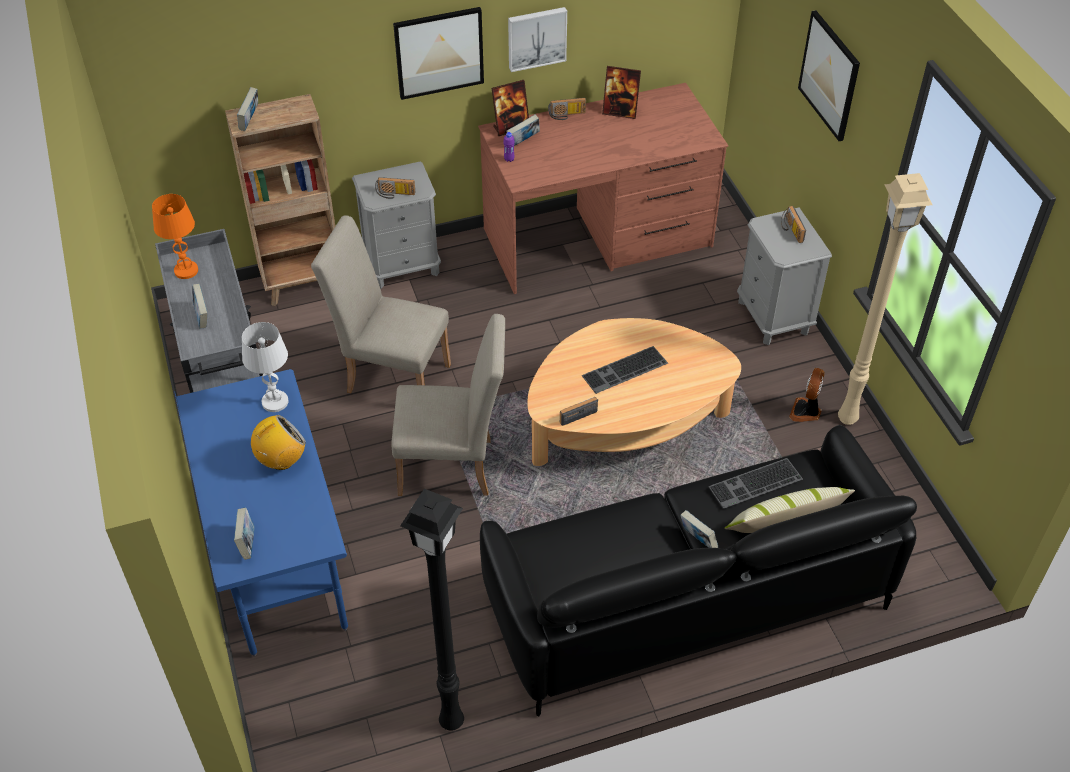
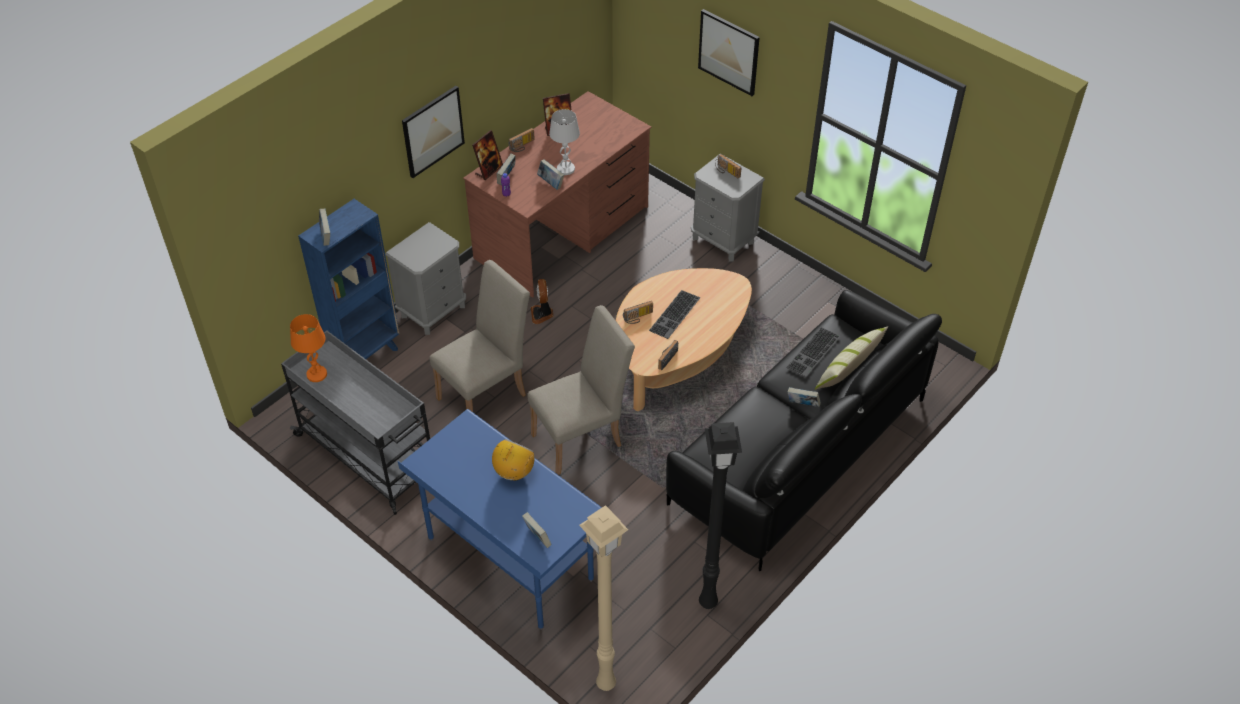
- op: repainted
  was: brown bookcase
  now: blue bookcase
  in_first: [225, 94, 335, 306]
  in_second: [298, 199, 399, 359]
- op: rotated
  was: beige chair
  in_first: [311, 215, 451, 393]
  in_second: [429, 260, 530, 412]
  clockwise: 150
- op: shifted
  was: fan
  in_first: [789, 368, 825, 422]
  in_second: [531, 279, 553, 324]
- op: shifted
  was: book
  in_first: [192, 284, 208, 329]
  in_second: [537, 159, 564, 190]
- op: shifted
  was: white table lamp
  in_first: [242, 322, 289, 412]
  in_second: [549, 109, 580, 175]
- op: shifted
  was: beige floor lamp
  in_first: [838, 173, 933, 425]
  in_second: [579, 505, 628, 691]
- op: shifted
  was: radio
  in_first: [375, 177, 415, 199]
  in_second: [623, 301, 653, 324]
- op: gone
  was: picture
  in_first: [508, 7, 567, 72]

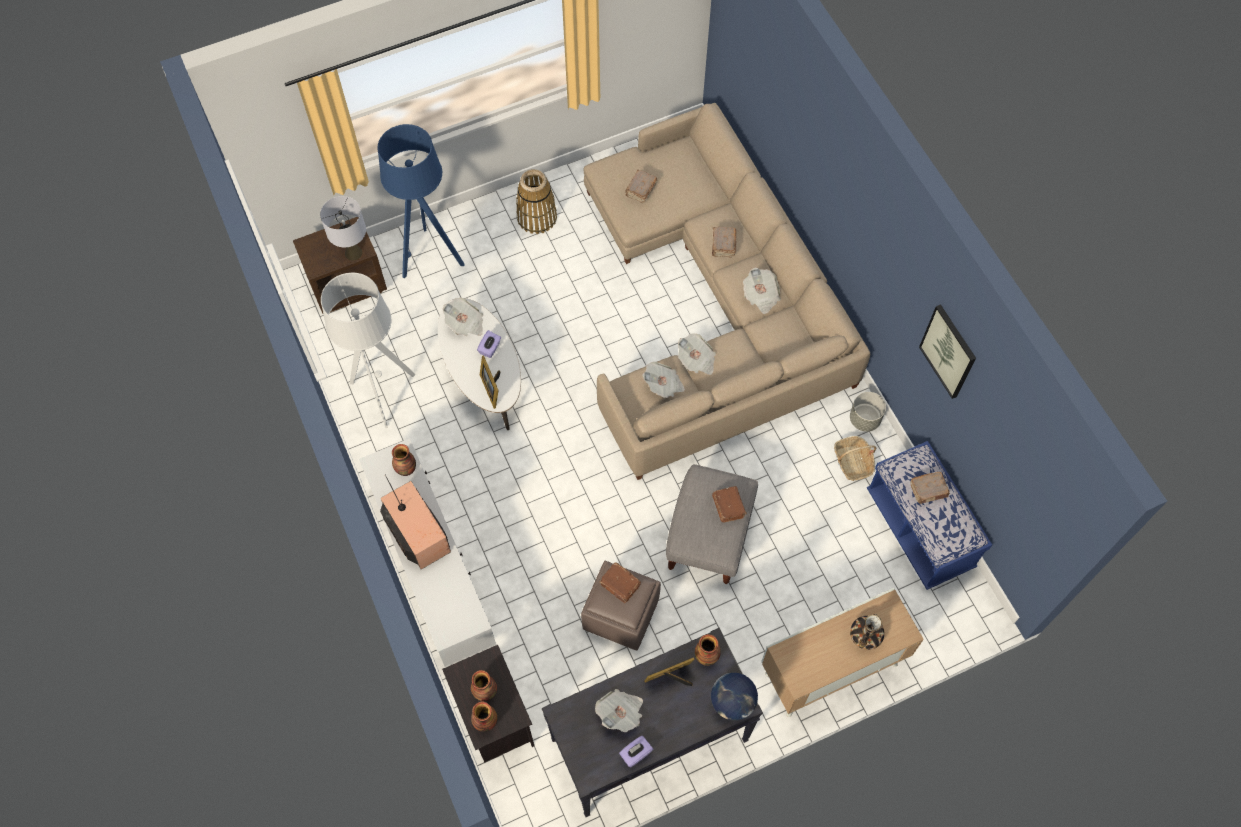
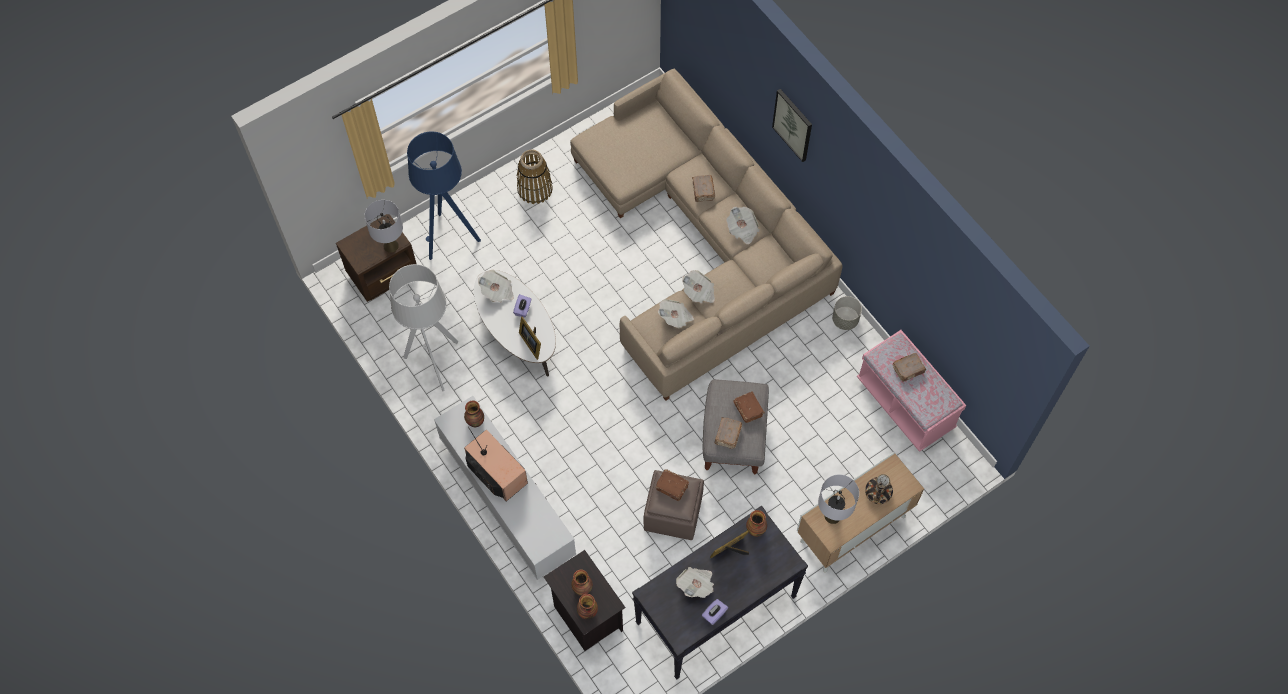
- op: shifted
  was: brown book
  in_first: [625, 170, 657, 203]
  in_second: [714, 417, 742, 449]
- op: shifted
  was: picture
  in_first: [919, 304, 976, 399]
  in_second: [772, 89, 812, 162]
- op: new
  now: grey table lamp
  in_second: [818, 474, 859, 524]
- op: repainted
  was: blue bench
  now: pink bench
  in_first: [867, 441, 992, 590]
  in_second: [857, 330, 966, 452]
- op: gone
  was: globe
  in_first: [711, 673, 758, 720]
- op: gone
  was: basket
  in_first: [834, 436, 876, 481]

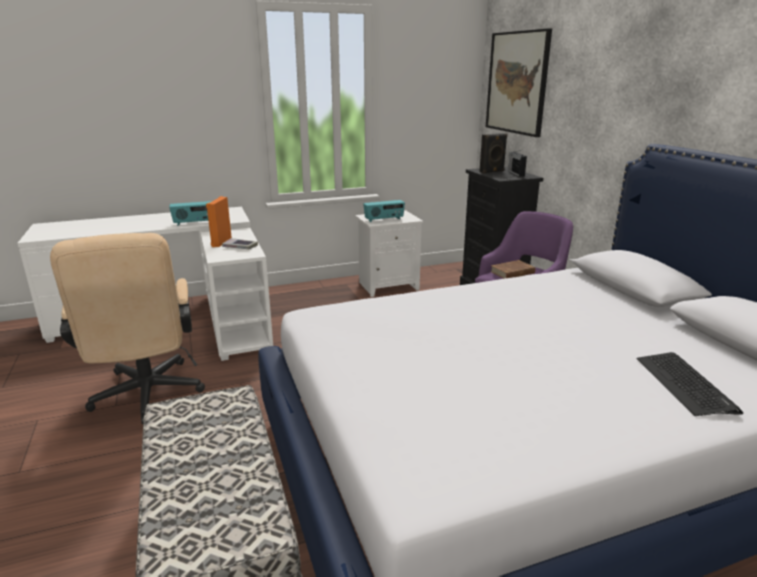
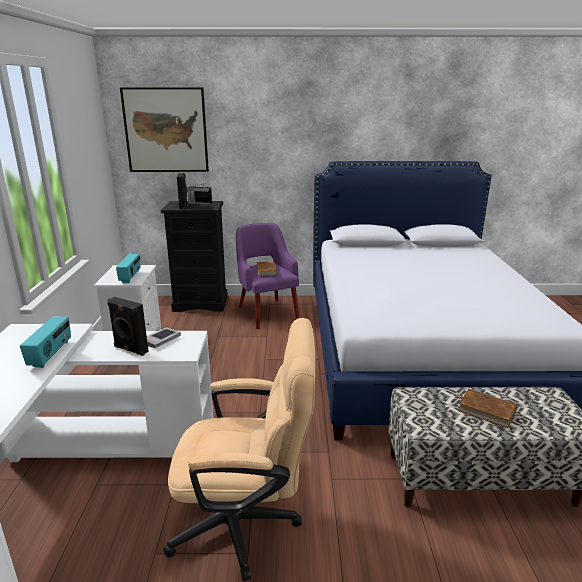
- op: repainted
  was: orange speaker
  now: black speaker
  in_first: [206, 196, 232, 247]
  in_second: [107, 297, 149, 356]
- op: new
  now: brown book
  in_second: [457, 389, 517, 428]
- op: gone
  was: keyboard
  in_first: [637, 352, 743, 416]

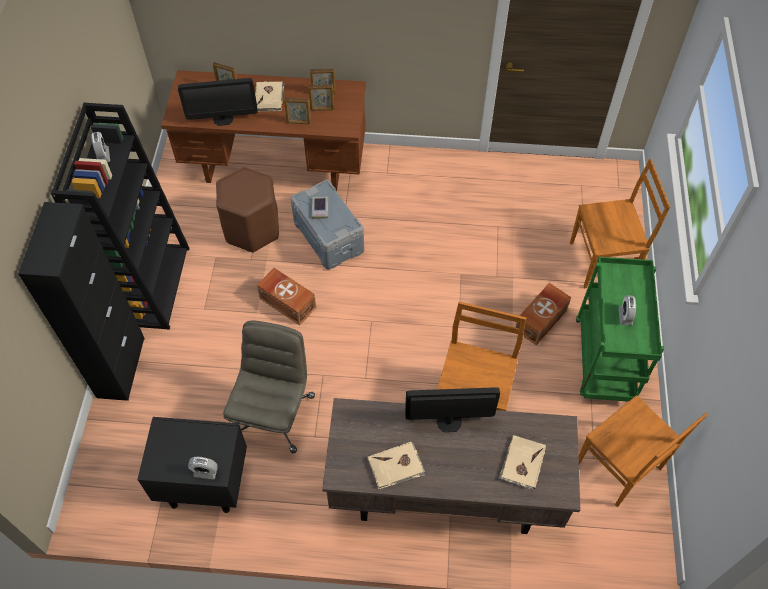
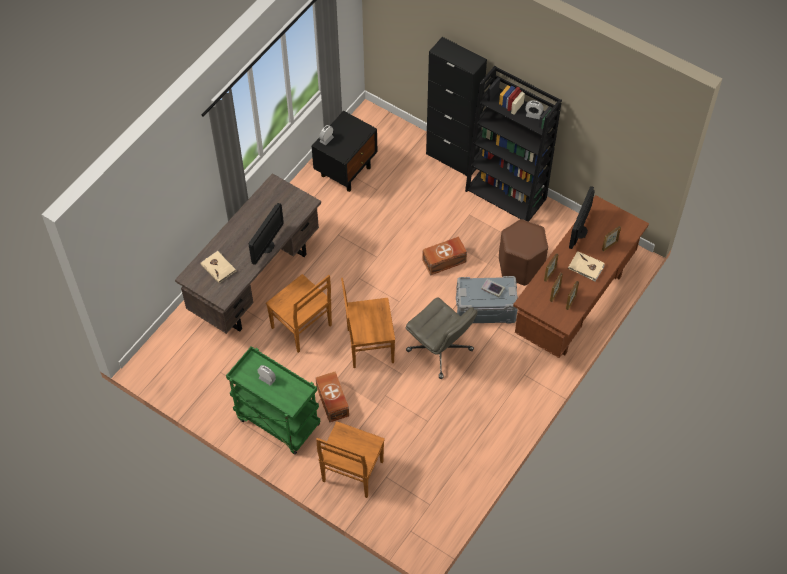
- op: shifted
  was: brown chair
  in_first: [579, 395, 708, 507]
  in_second: [341, 278, 395, 368]
- op: shifted
  was: grey office chair
  in_first: [223, 320, 315, 453]
  in_second: [406, 298, 478, 379]
- op: gone
  was: beige book
  in_first: [367, 442, 425, 489]

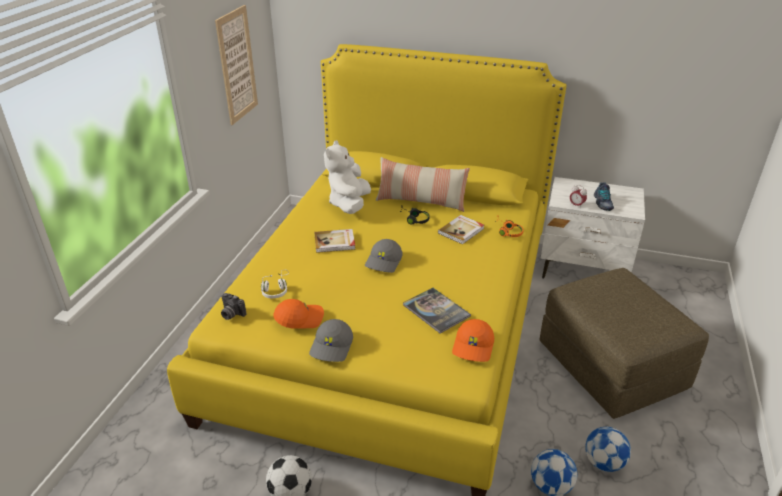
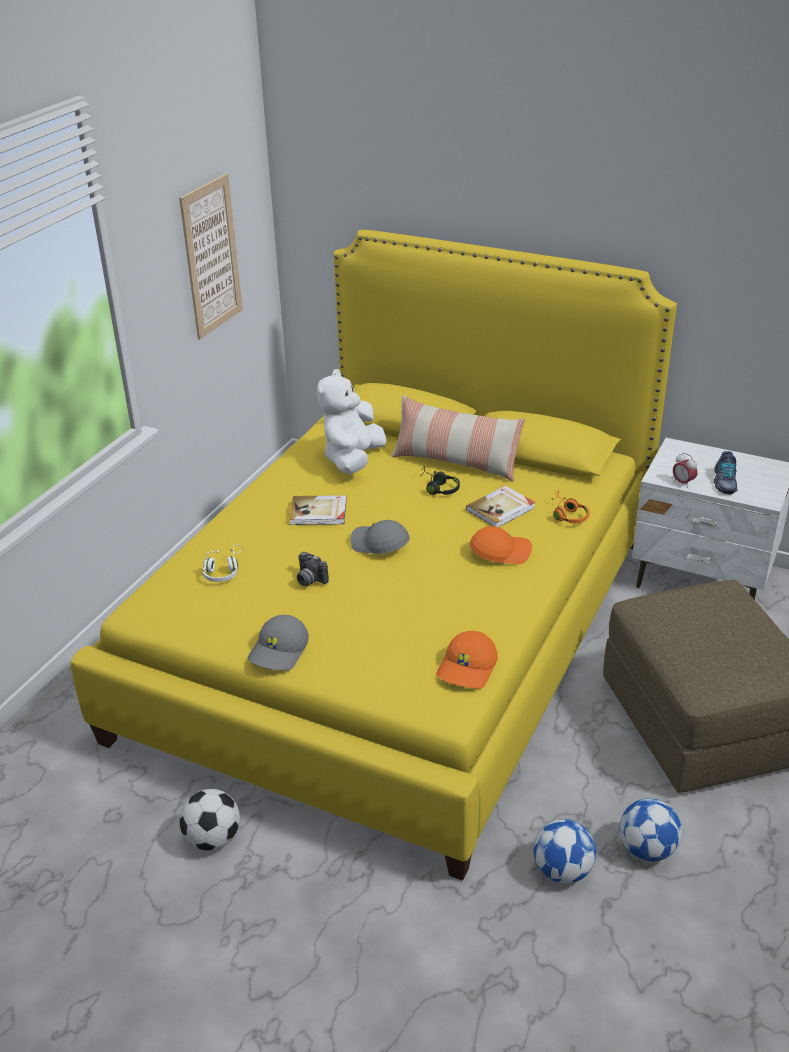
- op: shifted
  was: photo camera
  in_first: [221, 293, 246, 320]
  in_second: [297, 552, 329, 586]
- op: rotated
  was: grey cap
  in_first: [365, 239, 402, 273]
  in_second: [350, 520, 410, 554]
  clockwise: 90
- op: shifted
  was: orange cap
  in_first: [273, 299, 324, 329]
  in_second: [470, 526, 532, 564]
- op: gone
  was: book
  in_first: [403, 288, 471, 334]

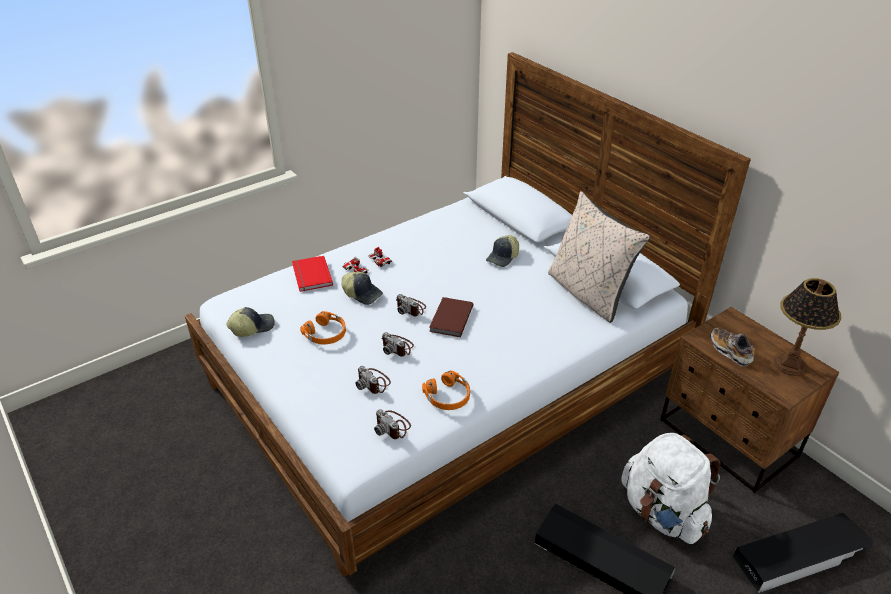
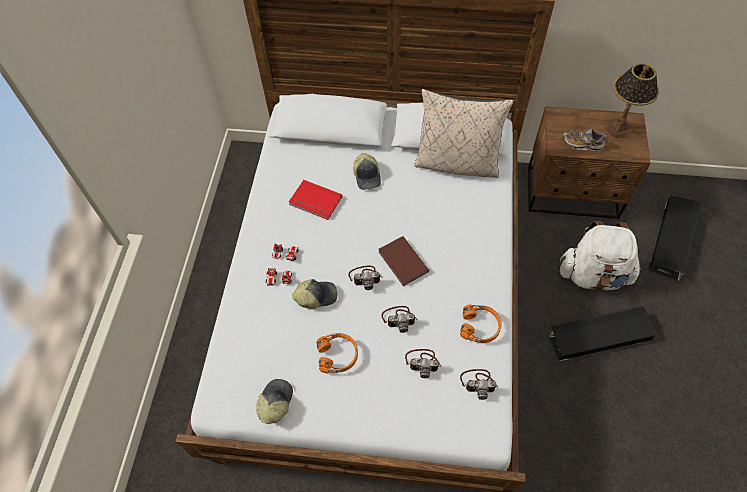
- op: shifted
  was: red book
  in_first: [292, 256, 333, 292]
  in_second: [289, 180, 342, 220]

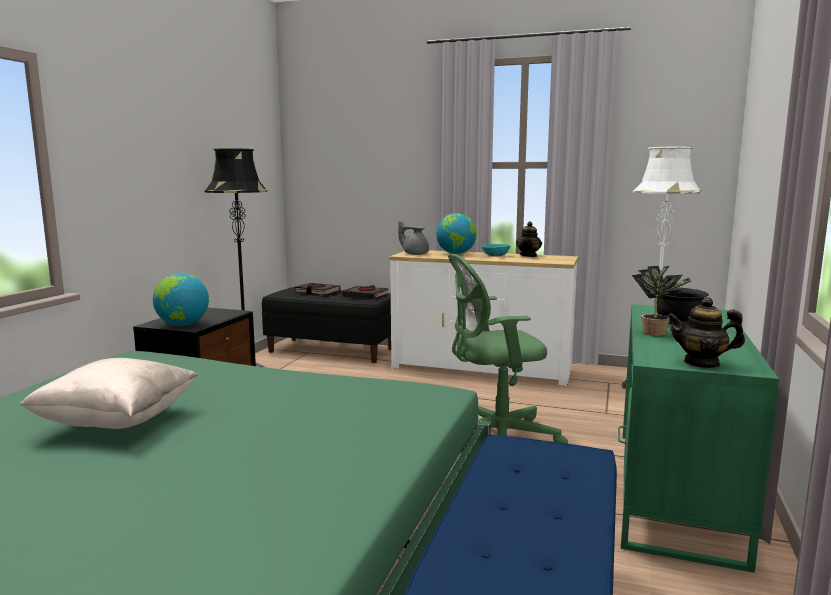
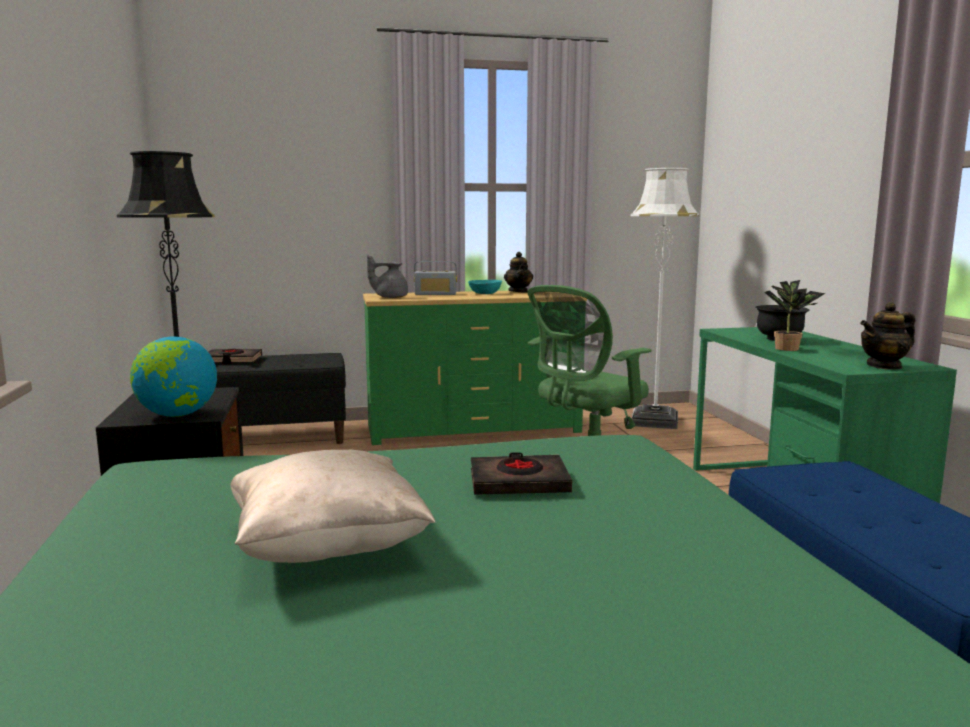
- op: repainted
  was: white dresser
  now: green dresser
  in_first: [389, 250, 578, 386]
  in_second: [363, 291, 587, 445]
- op: swapped
  was: globe
  now: radio
  in_first: [436, 213, 477, 254]
  in_second: [414, 261, 457, 295]
- op: shifted
  was: black book
  in_first: [342, 285, 389, 299]
  in_second: [471, 452, 572, 495]

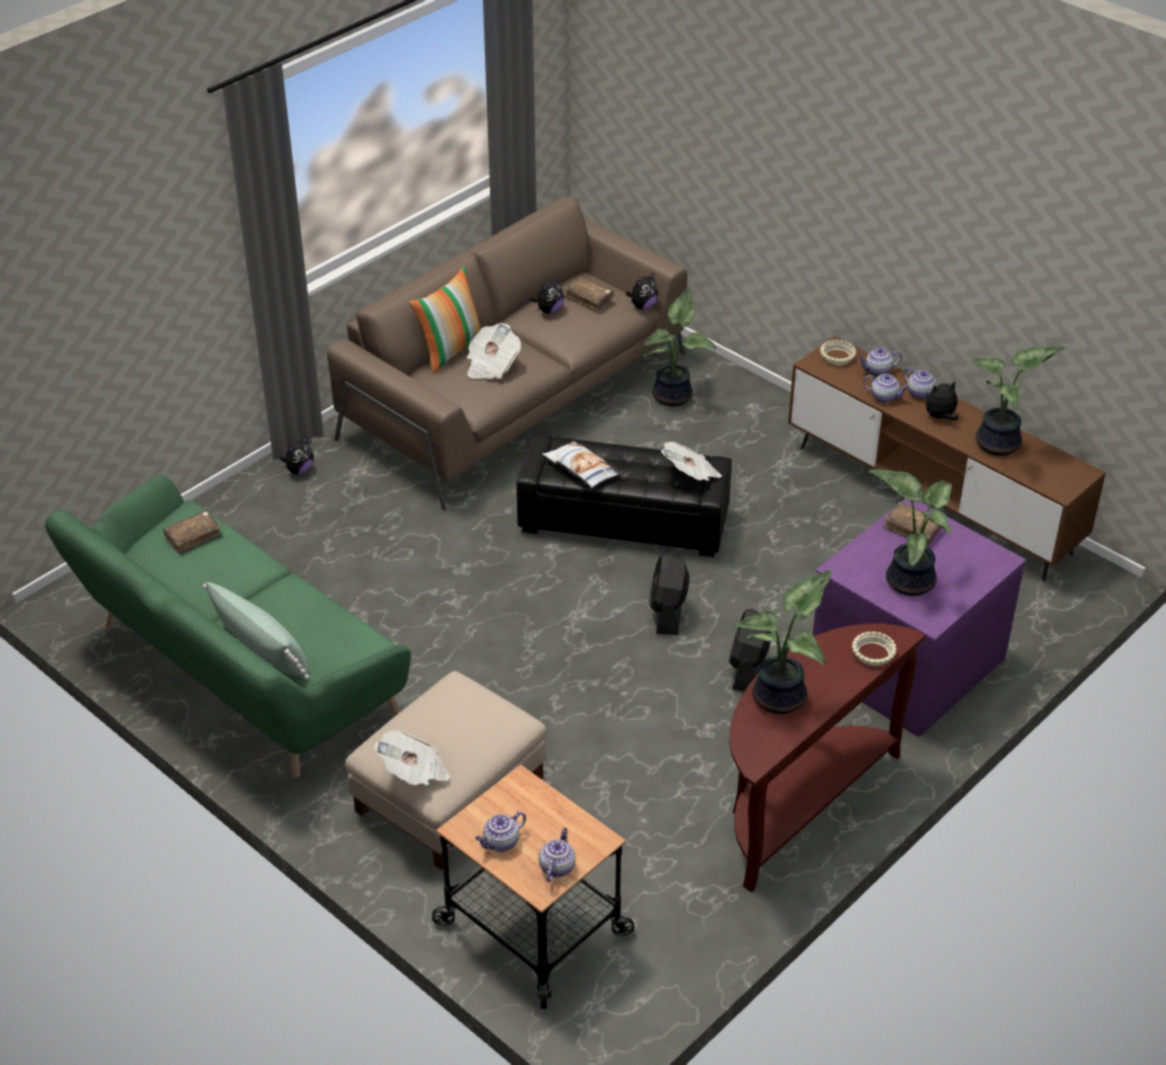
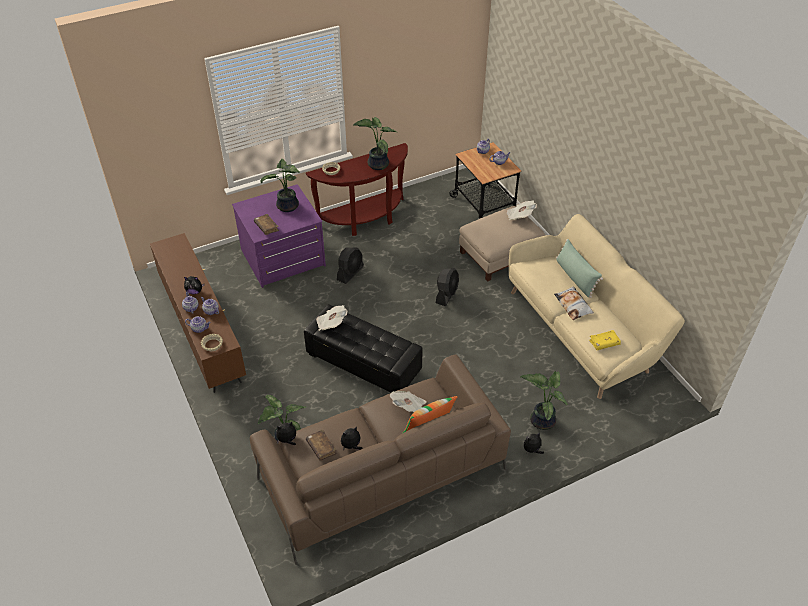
- op: shifted
  was: black fan
  in_first: [649, 554, 690, 635]
  in_second: [436, 268, 459, 306]
- op: repainted
  was: green sofa
  now: beige sofa
  in_first: [45, 476, 411, 778]
  in_second: [509, 214, 685, 399]
- op: shifted
  was: potted plant
  in_first: [970, 347, 1066, 456]
  in_second: [520, 371, 568, 430]
- op: shifted
  was: pillow
  in_first: [542, 441, 621, 488]
  in_second: [554, 286, 594, 320]
- op: repainted
  was: brown book
  now: yellow book
  in_first: [163, 510, 222, 554]
  in_second: [589, 330, 621, 350]

